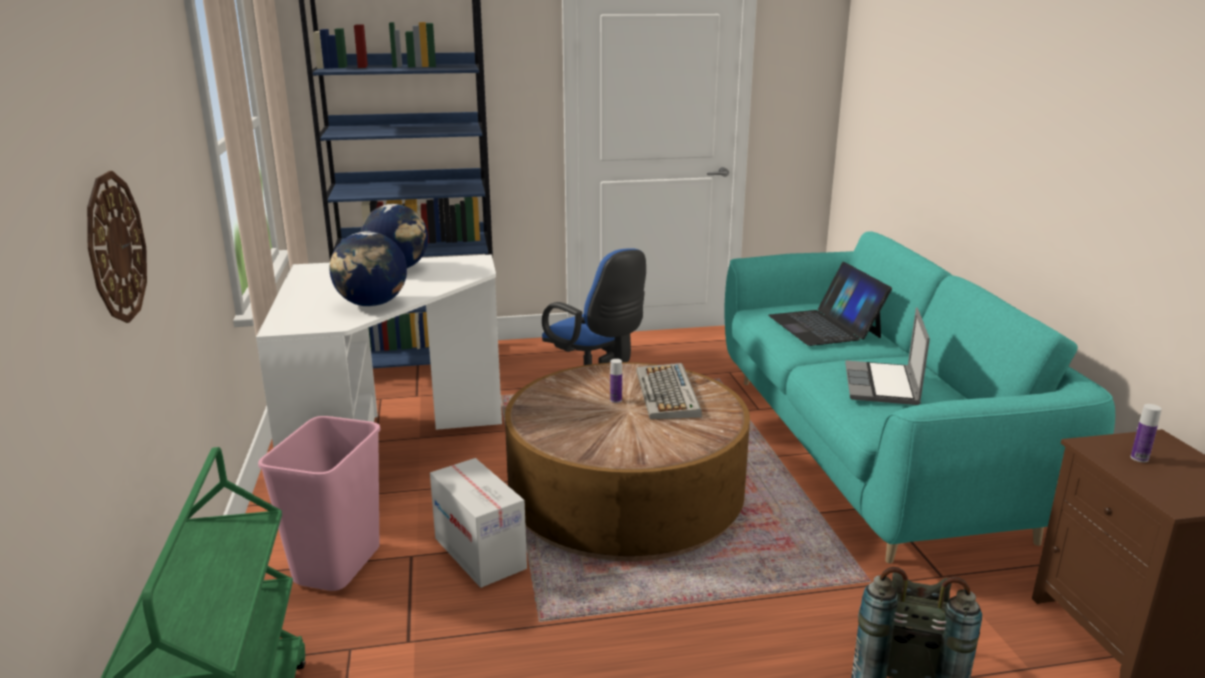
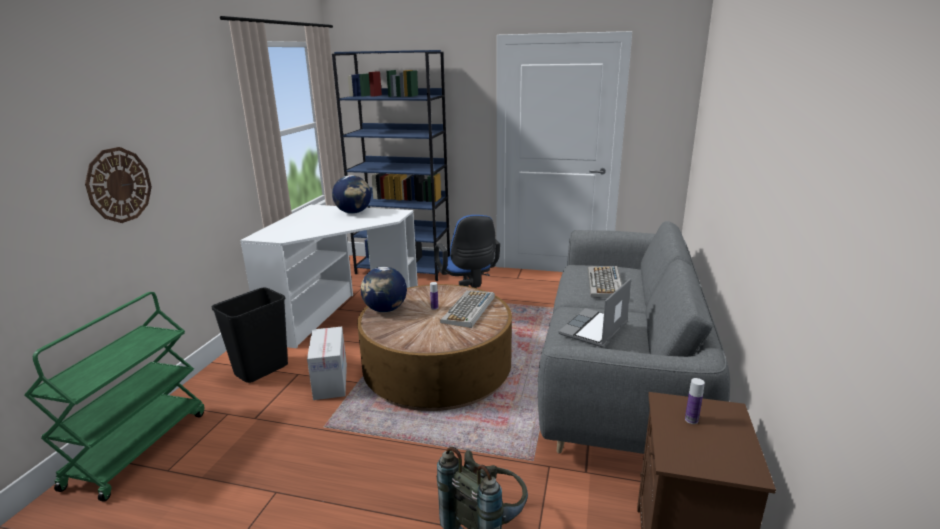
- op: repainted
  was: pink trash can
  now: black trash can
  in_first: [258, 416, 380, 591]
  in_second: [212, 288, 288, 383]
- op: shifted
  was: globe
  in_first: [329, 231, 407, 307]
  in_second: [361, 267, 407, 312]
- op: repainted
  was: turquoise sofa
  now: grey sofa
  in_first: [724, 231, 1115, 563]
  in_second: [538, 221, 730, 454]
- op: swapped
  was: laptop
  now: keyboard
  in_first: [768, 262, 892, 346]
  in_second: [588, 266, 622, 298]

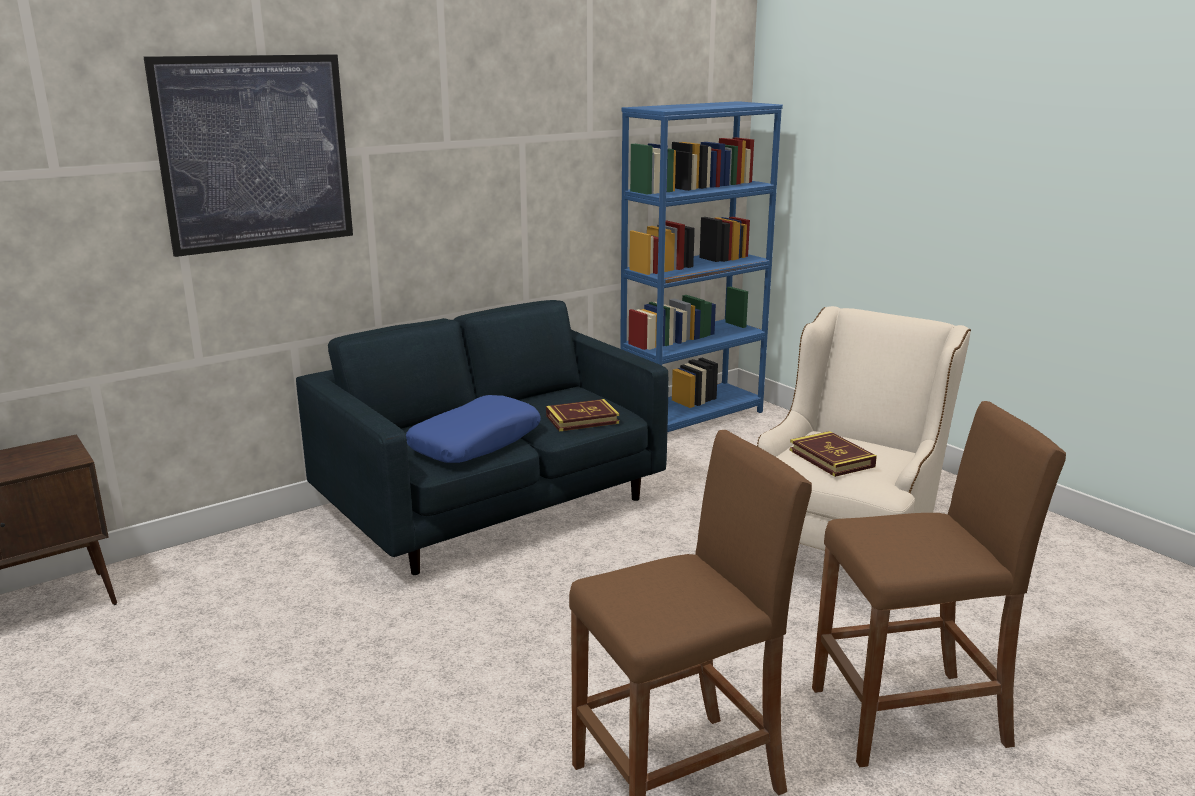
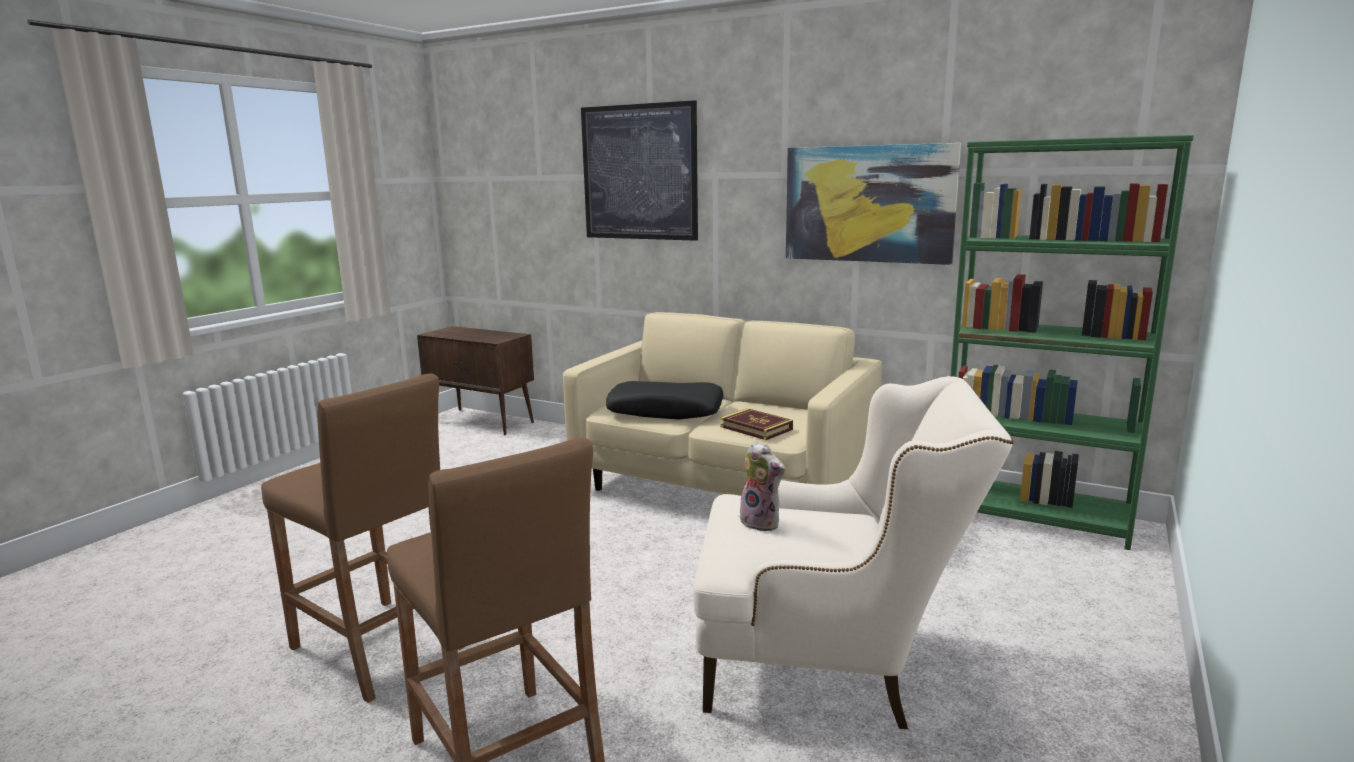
- op: repainted
  was: blue sofa
  now: beige sofa
  in_first: [296, 300, 669, 575]
  in_second: [563, 312, 882, 496]
- op: repainted
  was: blue pillow
  now: black pillow
  in_first: [406, 395, 541, 463]
  in_second: [606, 381, 723, 420]
- op: swapped
  was: book
  now: plush toy
  in_first: [790, 431, 877, 477]
  in_second: [740, 441, 785, 532]
- op: new
  now: picture
  in_second: [786, 143, 961, 265]
- op: repainted
  was: blue bookcase
  now: green bookcase
  in_first: [620, 101, 783, 432]
  in_second: [951, 135, 1194, 550]

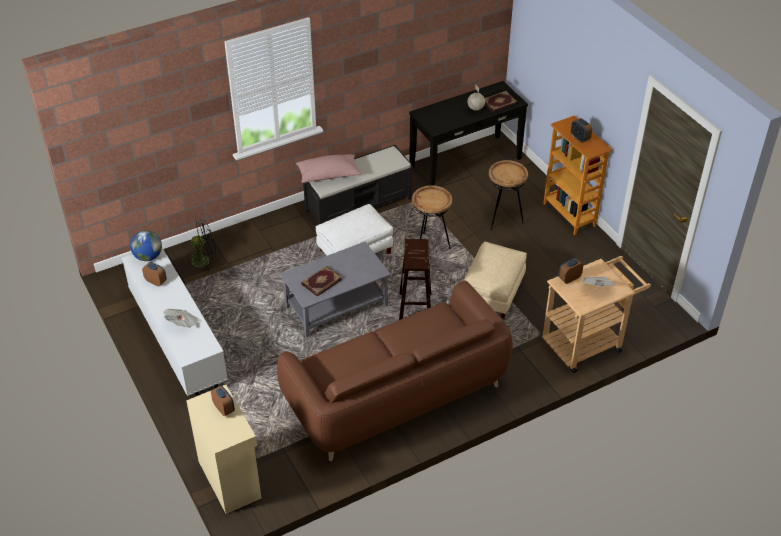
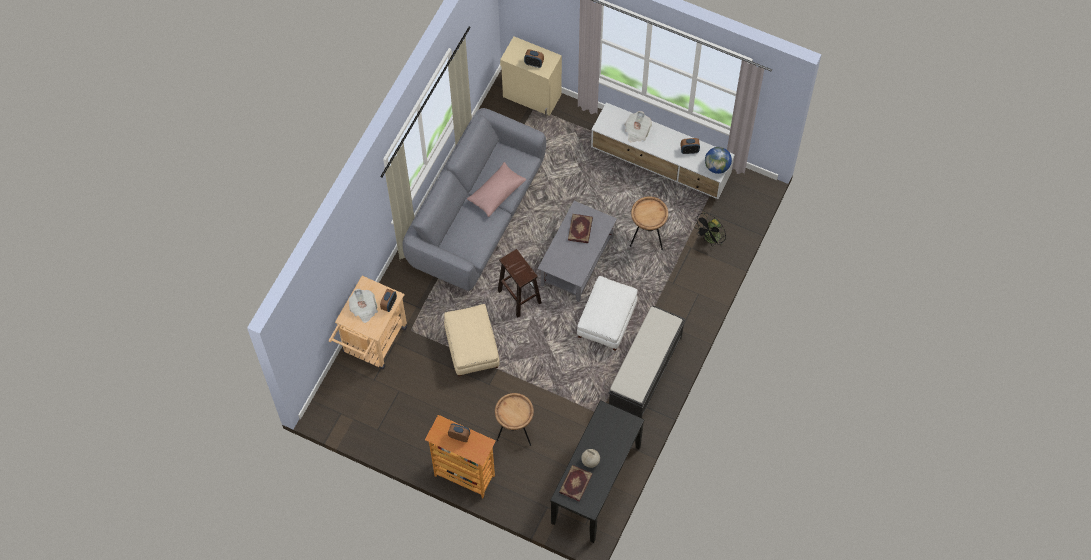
- op: repainted
  was: brown sofa
  now: grey sofa
  in_first: [277, 280, 513, 461]
  in_second: [403, 108, 546, 291]
- op: shifted
  was: pink pillow
  in_first: [296, 154, 361, 183]
  in_second: [467, 162, 527, 217]
- op: shifted
  was: brown side table
  in_first: [412, 185, 452, 249]
  in_second: [630, 196, 668, 250]

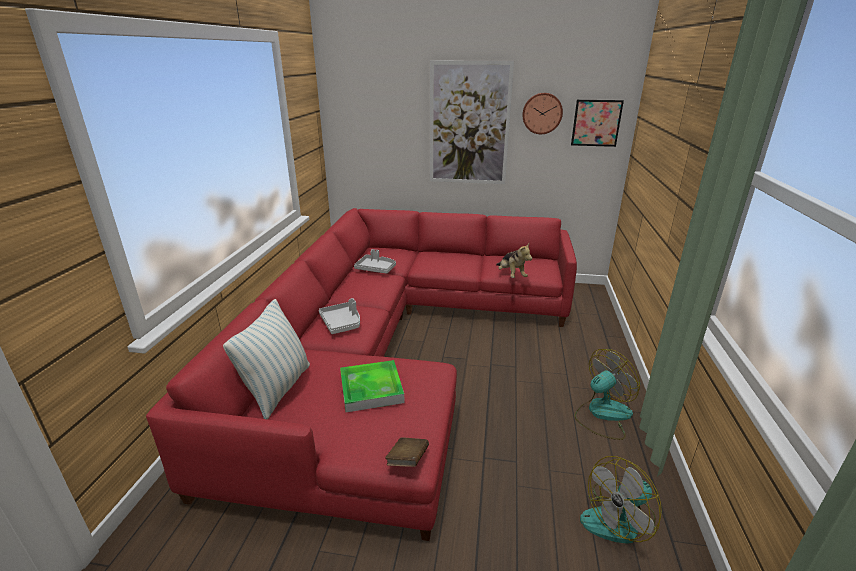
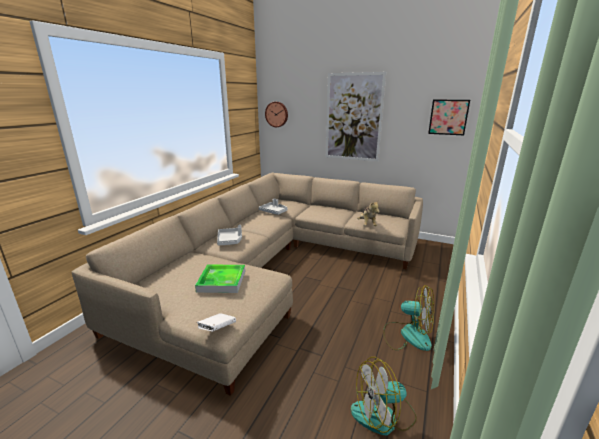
- op: repainted
  was: red sofa
  now: beige sofa
  in_first: [146, 208, 577, 541]
  in_second: [72, 173, 423, 396]
- op: repainted
  was: brown book
  now: white book
  in_first: [385, 437, 429, 467]
  in_second: [197, 313, 236, 331]
- op: shifted
  was: wall clock
  in_first: [522, 93, 563, 134]
  in_second: [265, 102, 288, 127]
- op: rotated
  was: fan
  in_first: [574, 349, 640, 440]
  in_second: [383, 285, 434, 351]
  clockwise: 45
- op: gone
  was: pillow
  in_first: [223, 299, 310, 419]

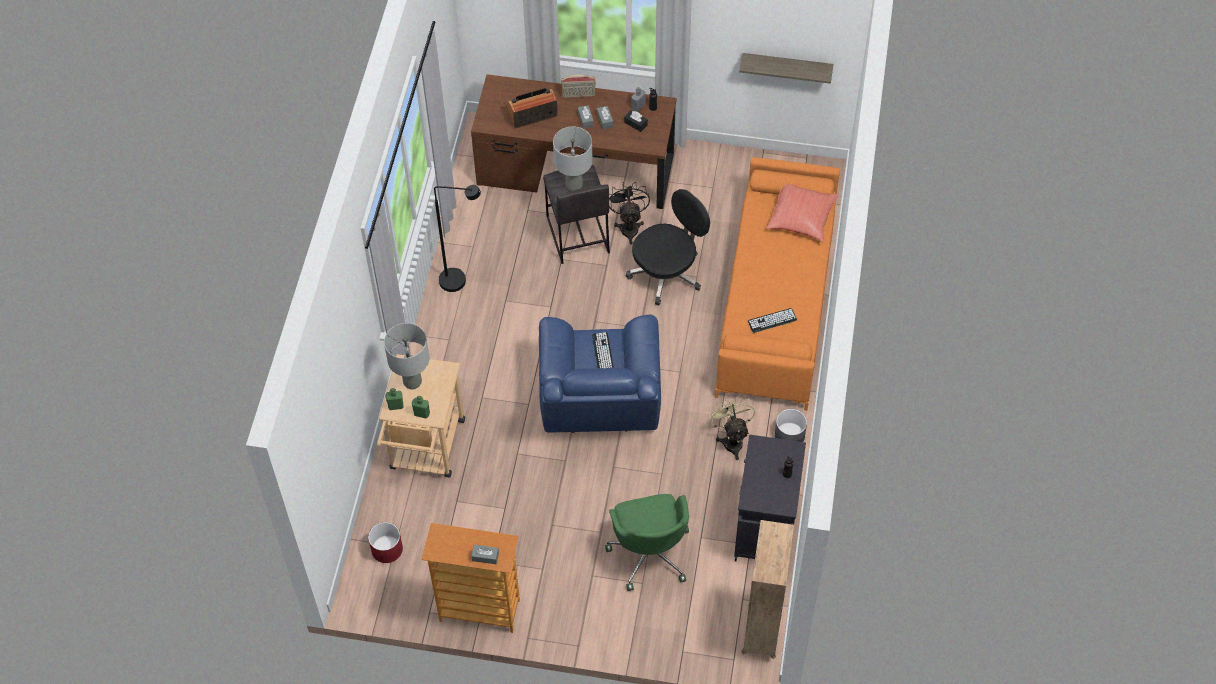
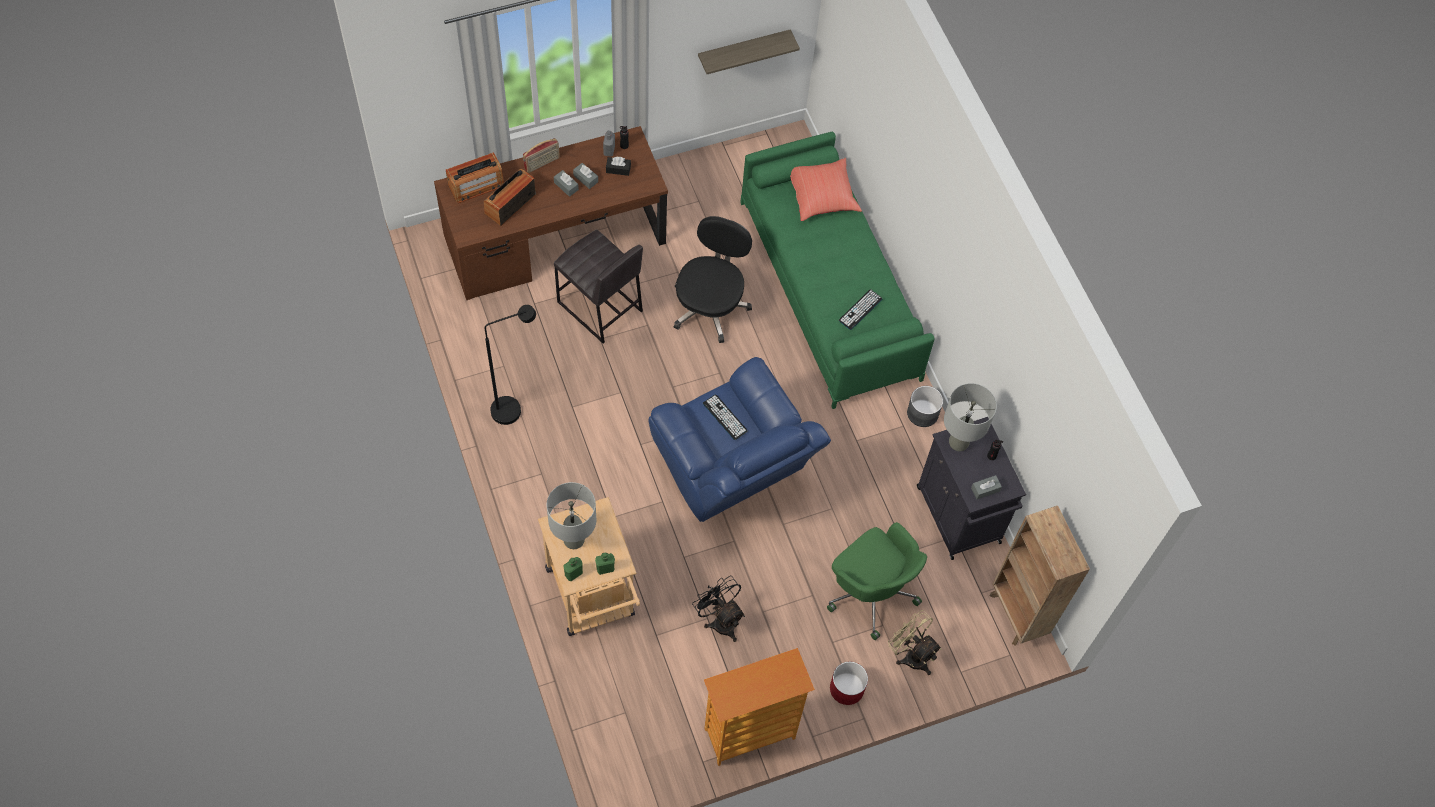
- op: new
  now: radio
  in_second: [446, 152, 504, 203]
- op: shifted
  was: black fan
  in_first: [609, 182, 650, 244]
  in_second: [692, 576, 745, 642]
- op: repainted
  was: orange sofa
  now: green sofa
  in_first: [715, 157, 840, 411]
  in_second: [740, 131, 935, 409]
- op: shifted
  was: red planter
  in_first: [368, 522, 403, 563]
  in_second: [830, 662, 868, 705]
- op: shifted
  was: beige fan
  in_first: [709, 396, 755, 460]
  in_second: [888, 610, 942, 675]
- op: shifted
  was: grey table lamp
  in_first: [553, 126, 593, 191]
  in_second: [944, 383, 997, 451]
- op: shifted
  was: grey tissue box
  in_first: [471, 545, 499, 564]
  in_second: [971, 475, 1002, 499]

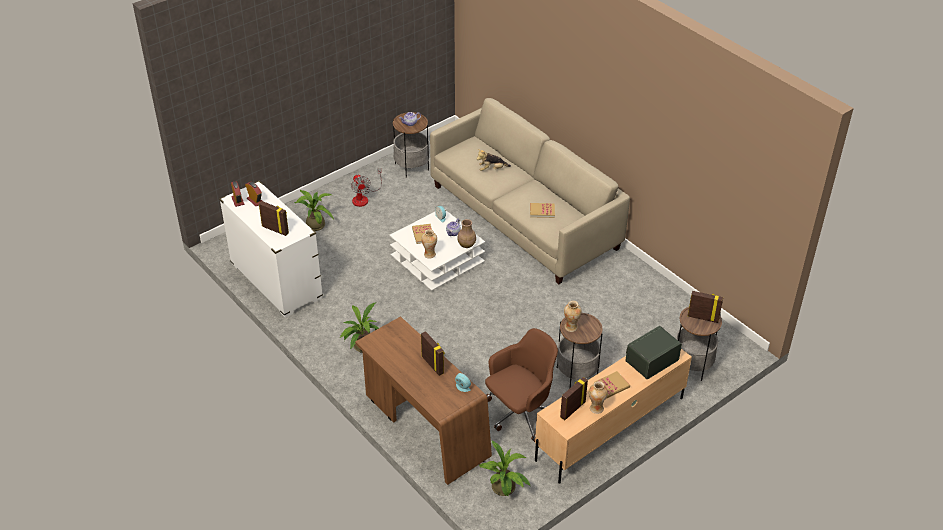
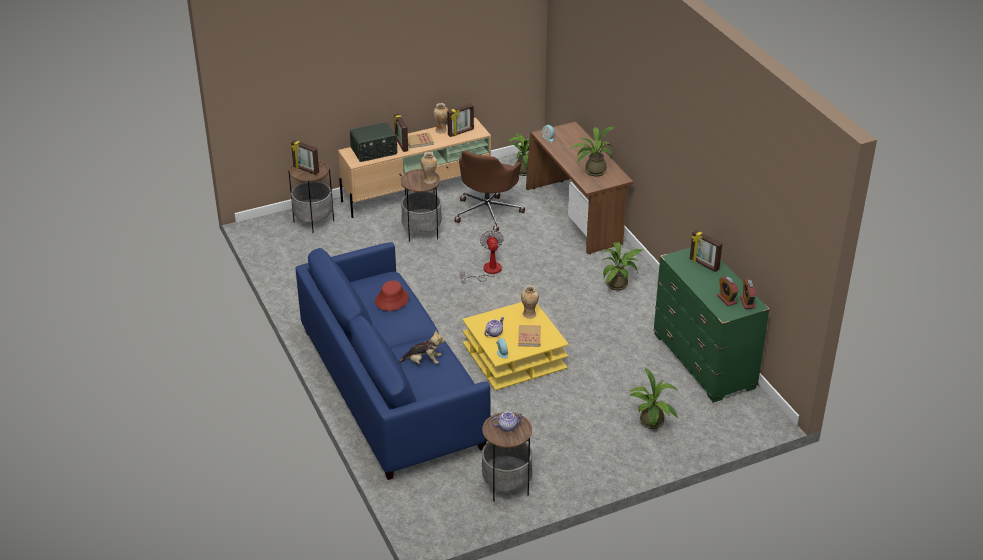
- op: repainted
  was: beige sofa
  now: blue sofa
  in_first: [430, 98, 630, 284]
  in_second: [296, 242, 491, 480]
- op: swapped
  was: book
  now: red hat
  in_first: [530, 203, 555, 218]
  in_second: [375, 280, 409, 311]
- op: shifted
  was: picture frame
  in_first: [421, 331, 445, 376]
  in_second: [393, 113, 408, 152]
- op: rotated
  was: brown office chair
  in_first: [485, 328, 558, 442]
  in_second: [454, 151, 525, 231]
  clockwise: -45
- op: shifted
  was: fan
  in_first: [351, 168, 382, 207]
  in_second: [460, 230, 503, 283]
- op: repainted
  was: white coffee table
  now: yellow coffee table
  in_first: [390, 210, 485, 291]
  in_second: [462, 302, 569, 390]
- op: new
  now: potted plant
  in_second: [571, 127, 615, 176]
- op: repainted
  was: white dresser
  now: green dresser
  in_first: [219, 181, 323, 318]
  in_second: [653, 247, 770, 403]
- op: gone
  was: brown vase
  in_first: [457, 219, 476, 248]

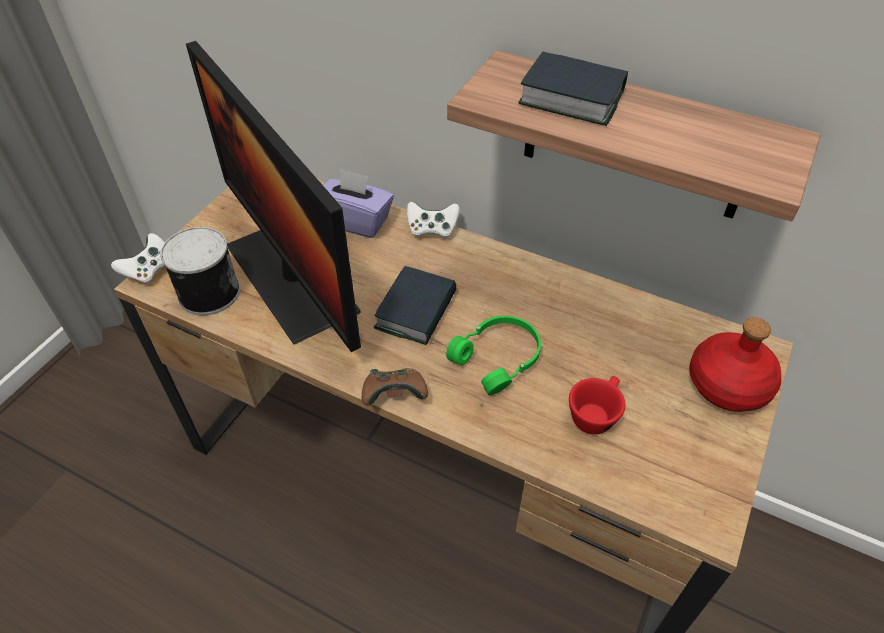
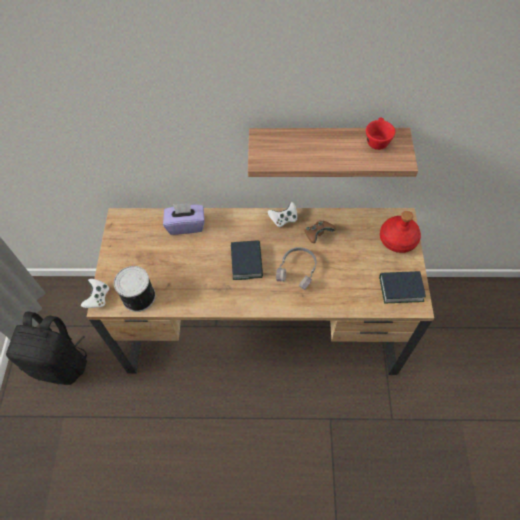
- op: new
  now: black backpack
  in_second: [6, 311, 87, 385]
- op: shifted
  was: white game controller
  in_first: [407, 202, 460, 239]
  in_second: [268, 202, 297, 227]
- op: repainted
  was: green headphones
  now: grey headphones
  in_first: [446, 316, 541, 395]
  in_second: [276, 247, 317, 290]
- op: shifted
  was: brown game controller
  in_first: [362, 368, 428, 406]
  in_second: [305, 221, 336, 243]
- op: shifted
  was: red cup
  in_first: [569, 376, 625, 434]
  in_second: [366, 117, 395, 150]
- op: shifted
  was: book
  in_first: [518, 52, 628, 126]
  in_second: [379, 271, 426, 303]
- op: gone
  was: monitor
  in_first: [186, 41, 361, 352]

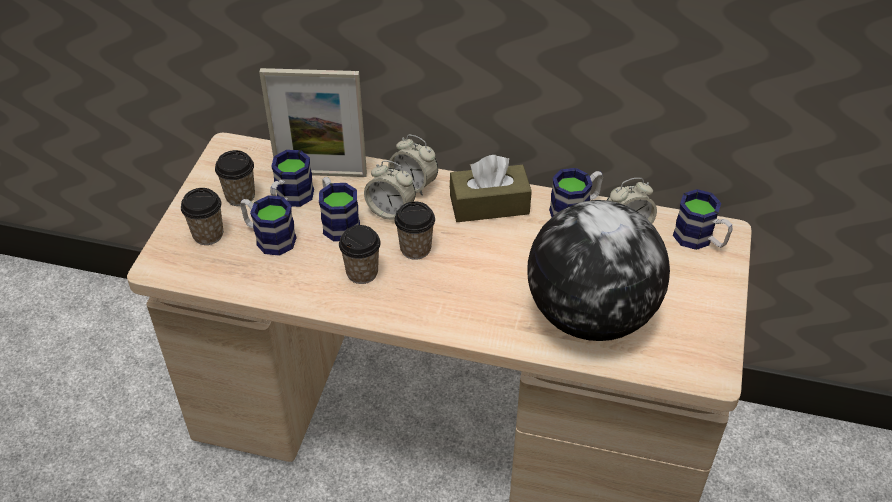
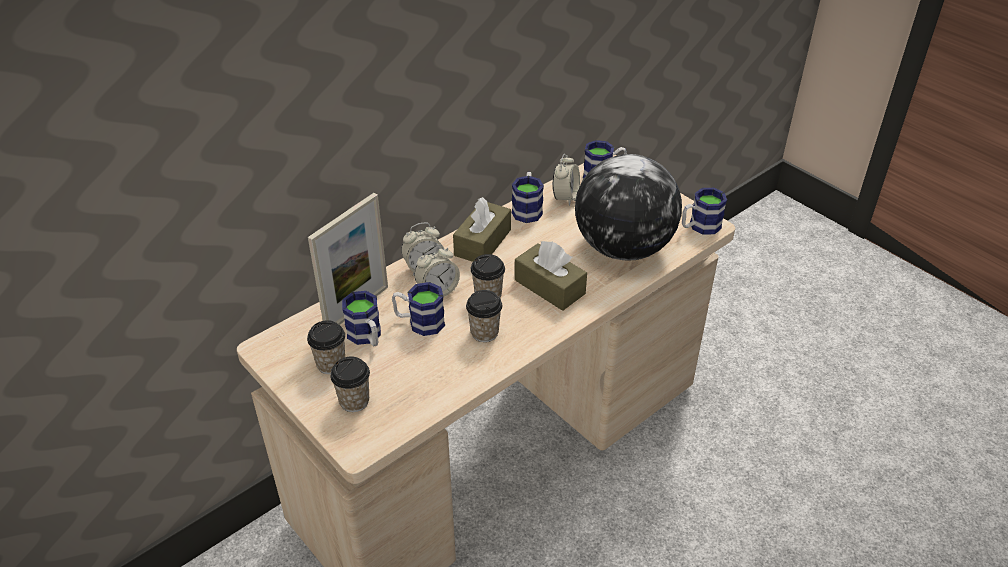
- op: new
  now: brown tissue box
  in_second: [515, 241, 587, 311]
- op: shifted
  was: mug
  in_first: [240, 195, 297, 256]
  in_second: [682, 188, 727, 235]

